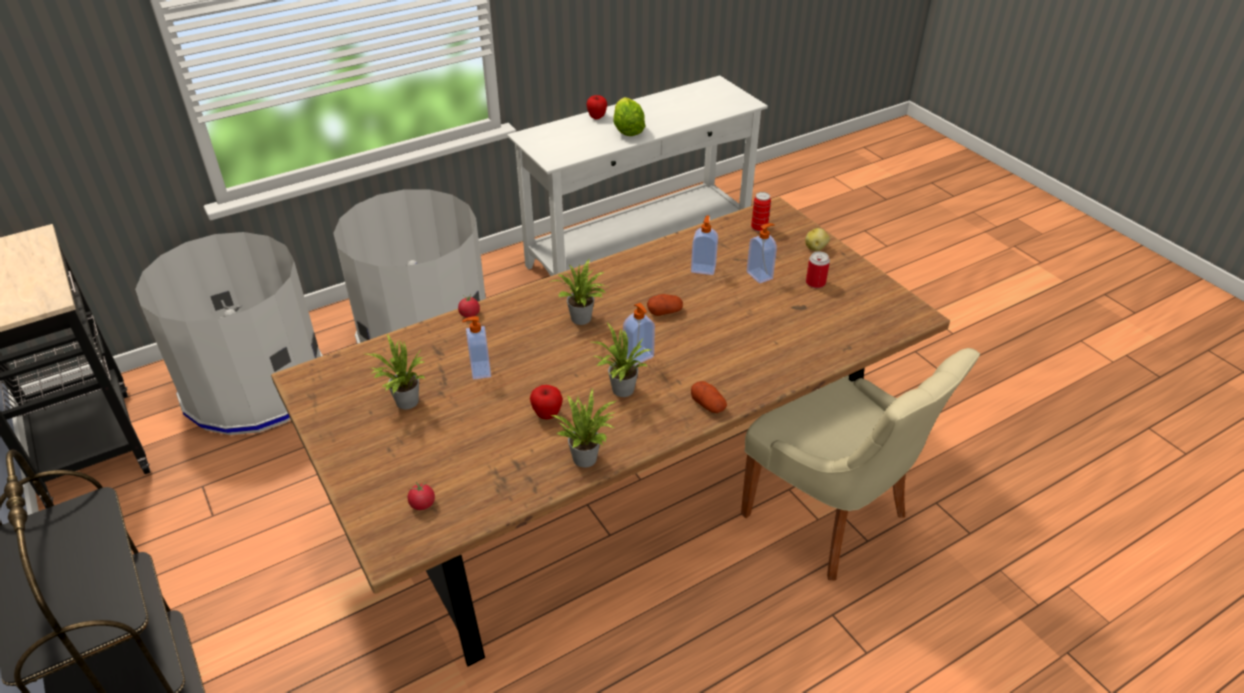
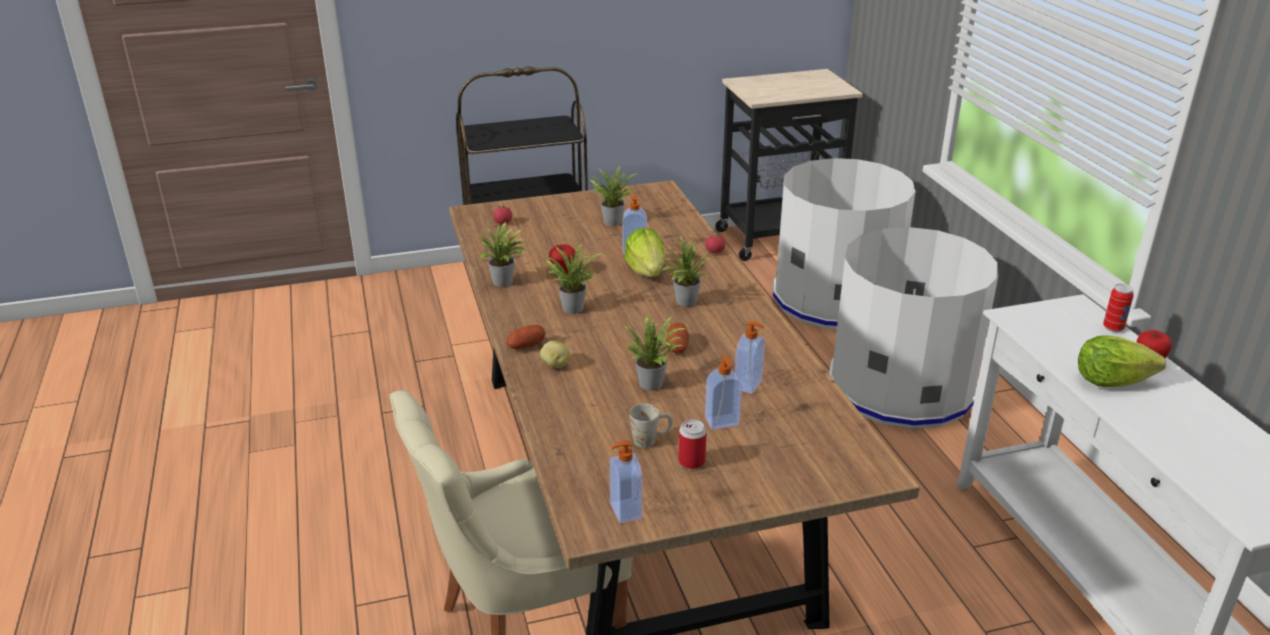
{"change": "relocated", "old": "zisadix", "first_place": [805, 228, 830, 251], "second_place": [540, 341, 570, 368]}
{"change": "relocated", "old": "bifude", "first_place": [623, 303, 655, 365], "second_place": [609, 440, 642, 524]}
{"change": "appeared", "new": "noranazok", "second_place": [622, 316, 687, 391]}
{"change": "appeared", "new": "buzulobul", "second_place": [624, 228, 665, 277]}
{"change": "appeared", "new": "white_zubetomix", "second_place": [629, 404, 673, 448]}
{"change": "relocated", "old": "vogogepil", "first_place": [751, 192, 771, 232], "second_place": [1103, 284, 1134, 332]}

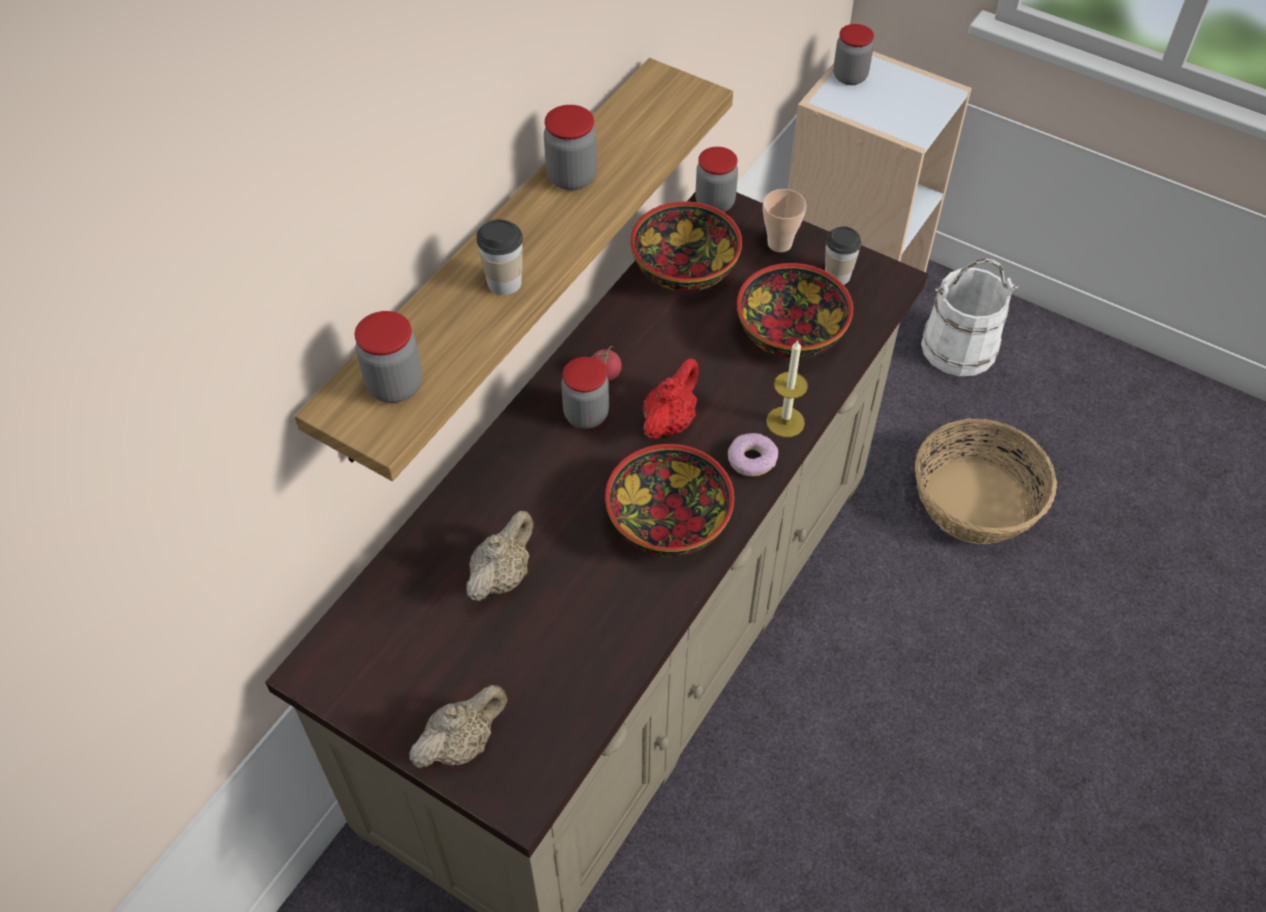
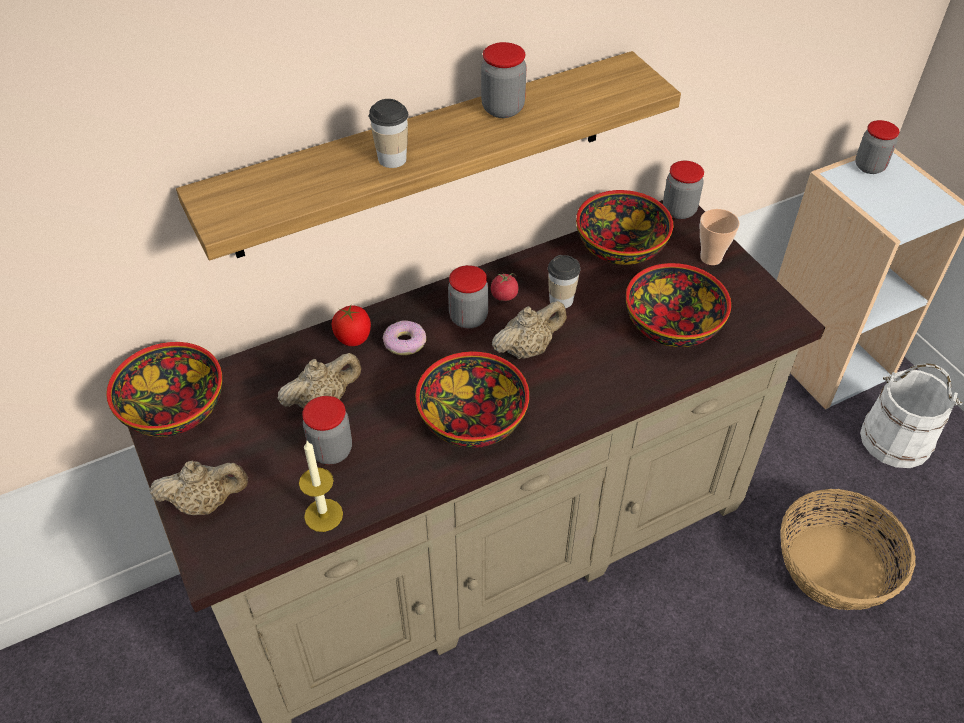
{"change": "appeared", "new": "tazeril", "second_place": [106, 342, 222, 437]}
{"change": "relocated", "old": "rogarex", "first_place": [766, 339, 808, 437], "second_place": [299, 441, 343, 532]}
{"change": "relocated", "old": "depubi", "first_place": [355, 311, 422, 403], "second_place": [302, 396, 352, 465]}
{"change": "appeared", "new": "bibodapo", "second_place": [332, 305, 371, 346]}
{"change": "relocated", "old": "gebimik", "first_place": [728, 433, 778, 477], "second_place": [383, 320, 426, 355]}
{"change": "colour", "old": "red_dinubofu", "new": "beige_dinubofu", "first_place": [643, 359, 699, 440], "second_place": [492, 301, 567, 359]}
{"change": "relocated", "old": "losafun", "first_place": [825, 226, 862, 285], "second_place": [548, 255, 580, 308]}

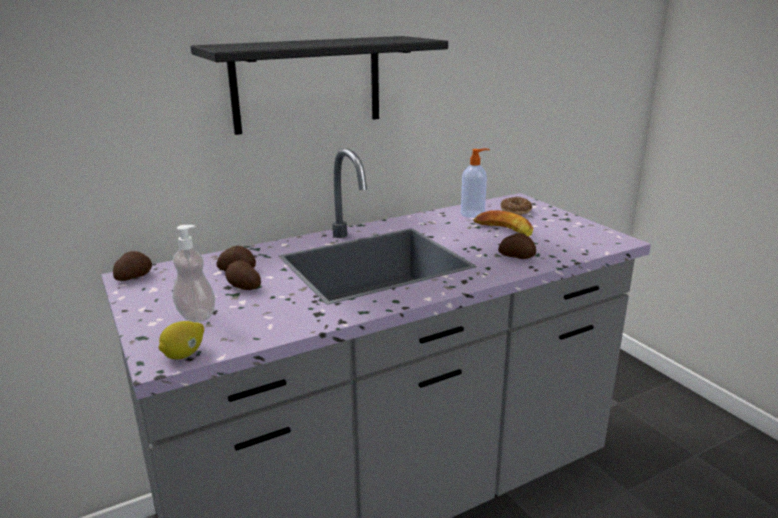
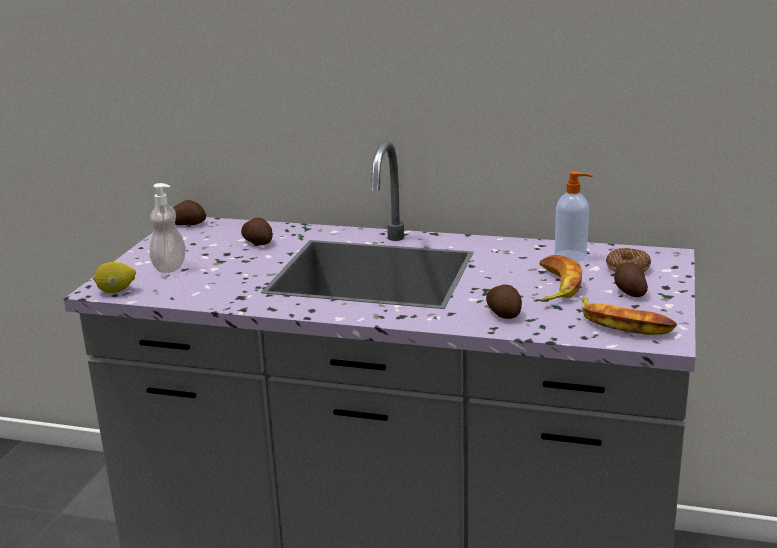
{"change": "appeared", "new": "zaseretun", "second_place": [582, 296, 677, 335]}
{"change": "relocated", "old": "zisadix", "first_place": [225, 260, 261, 290], "second_place": [614, 262, 648, 297]}
{"change": "missing", "old": "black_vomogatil", "first_place": [191, 36, 448, 135]}

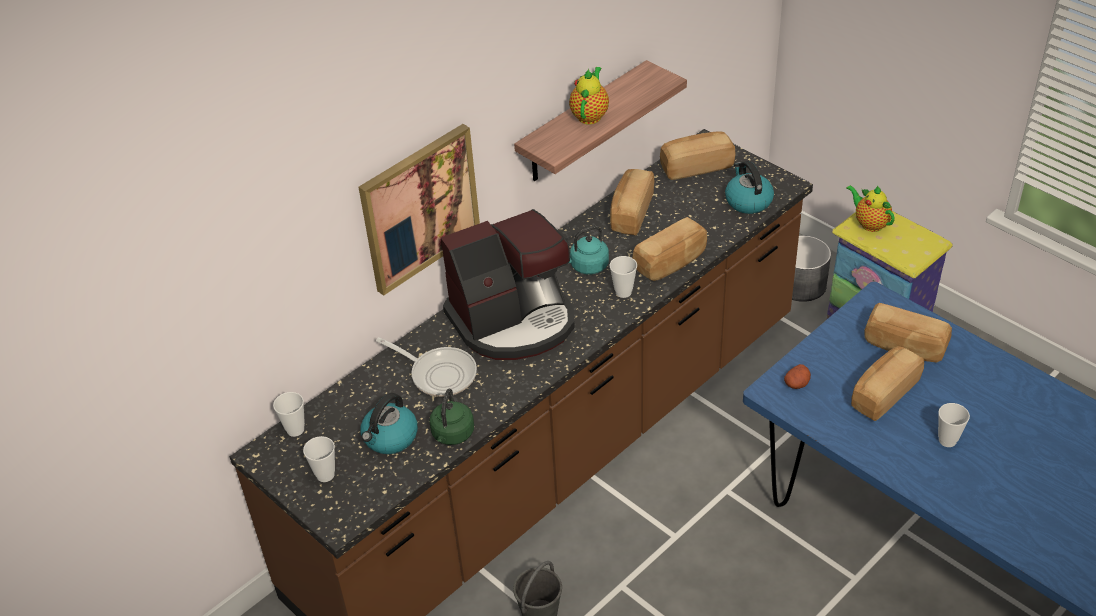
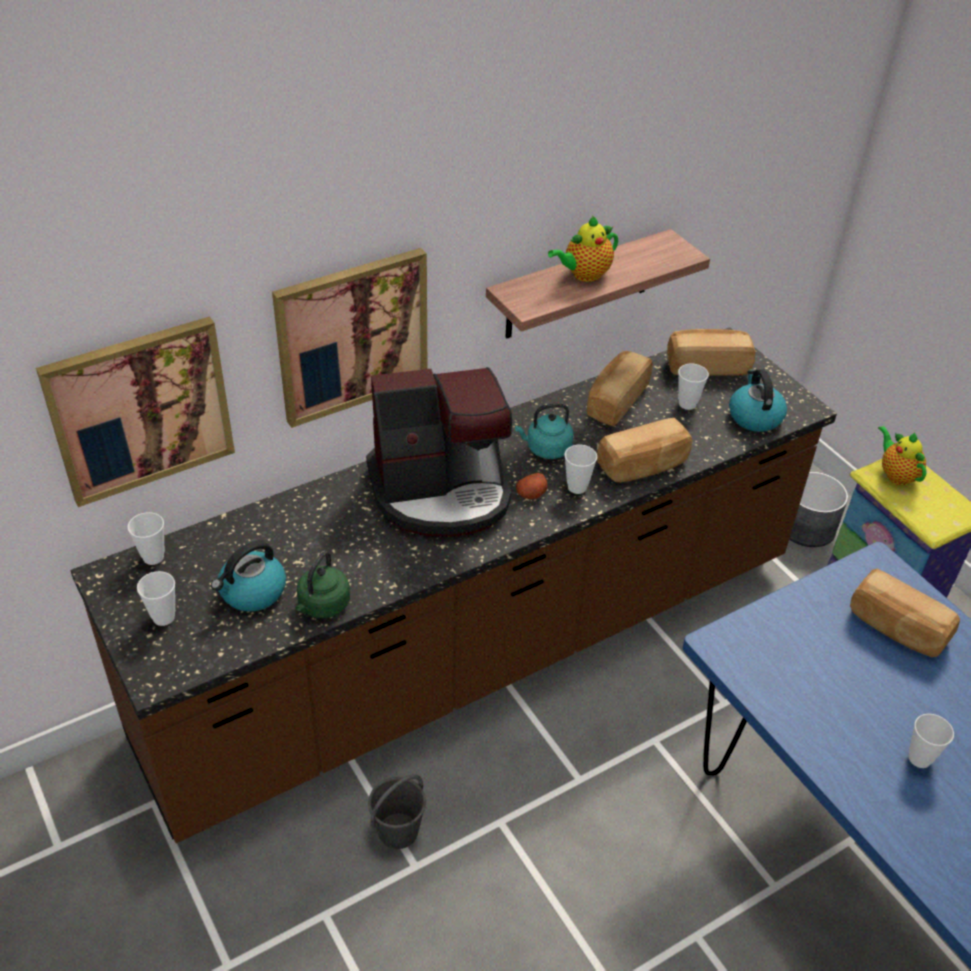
{"change": "appeared", "new": "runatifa", "second_place": [36, 316, 235, 507]}
{"change": "relocated", "old": "zisadix", "first_place": [784, 364, 811, 389], "second_place": [516, 473, 548, 499]}
{"change": "spun", "old": "dinubofu", "first_place": [569, 67, 609, 124], "second_place": [548, 216, 618, 282], "degrees": -150}
{"change": "appeared", "new": "losafun", "second_place": [678, 363, 709, 410]}
{"change": "missing", "old": "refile", "first_place": [376, 337, 477, 397]}
{"change": "missing", "old": "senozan", "first_place": [851, 346, 924, 421]}

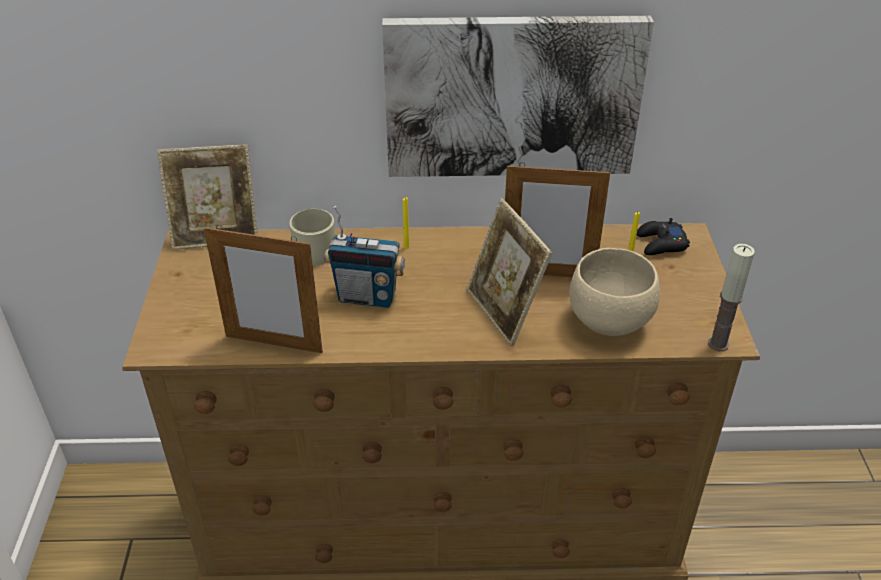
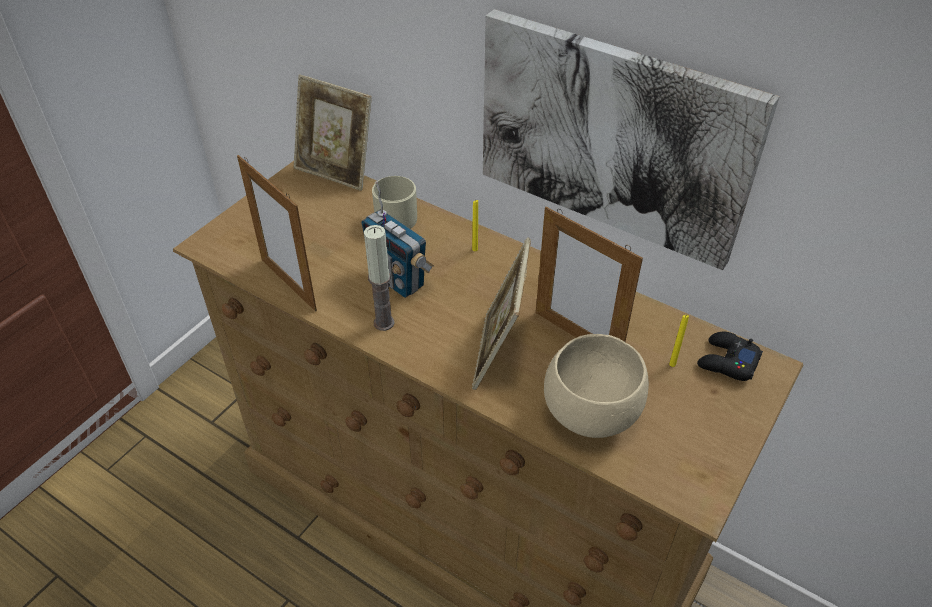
{"change": "relocated", "old": "rogarex", "first_place": [708, 244, 755, 351], "second_place": [364, 225, 395, 331]}

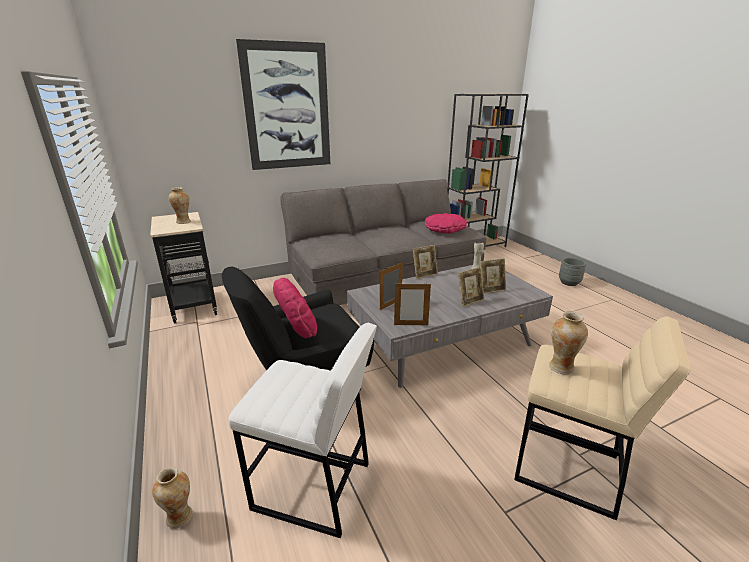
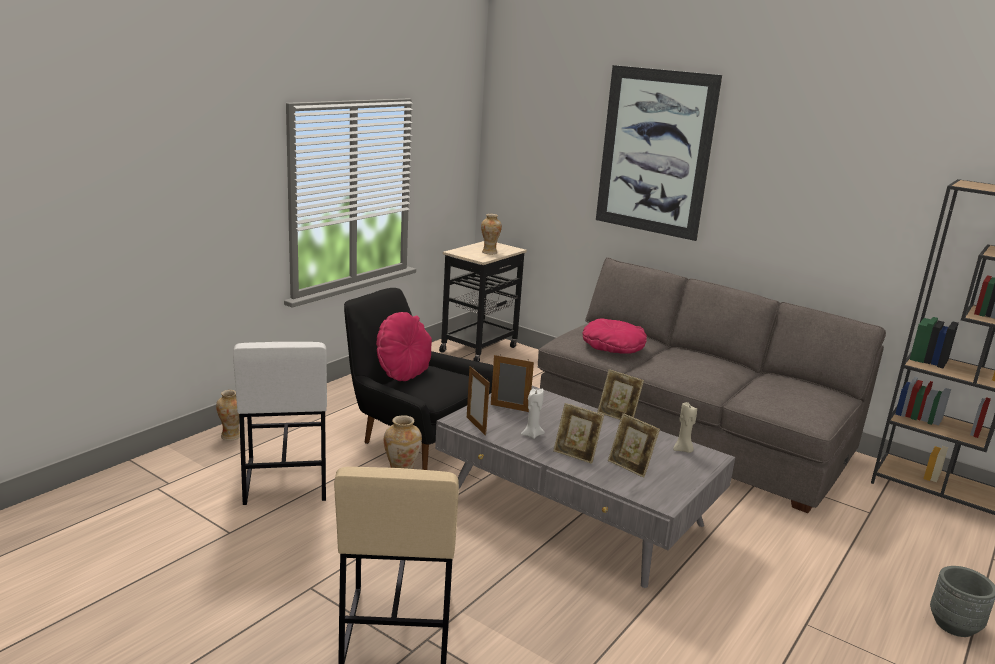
{"change": "appeared", "new": "white_rogarex", "second_place": [521, 388, 545, 439]}
{"change": "relocated", "old": "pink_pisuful", "first_place": [425, 213, 467, 234], "second_place": [582, 318, 647, 354]}

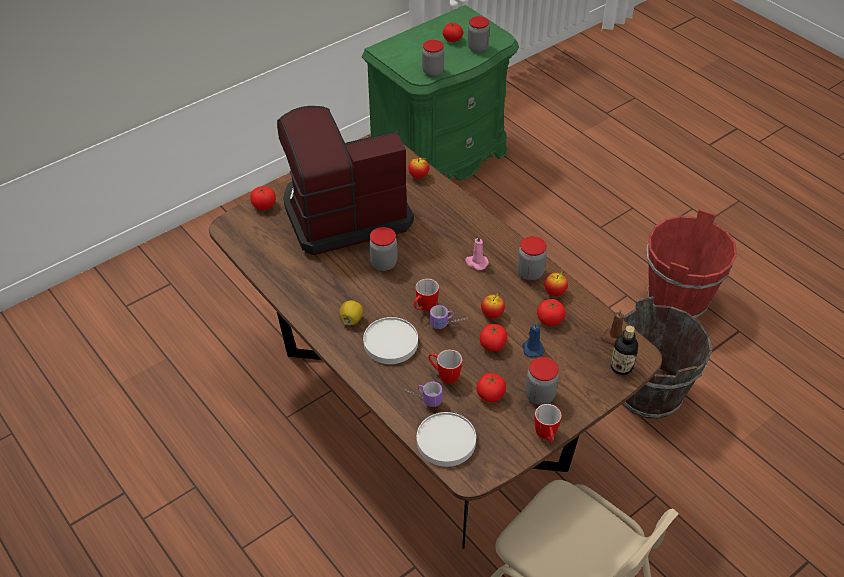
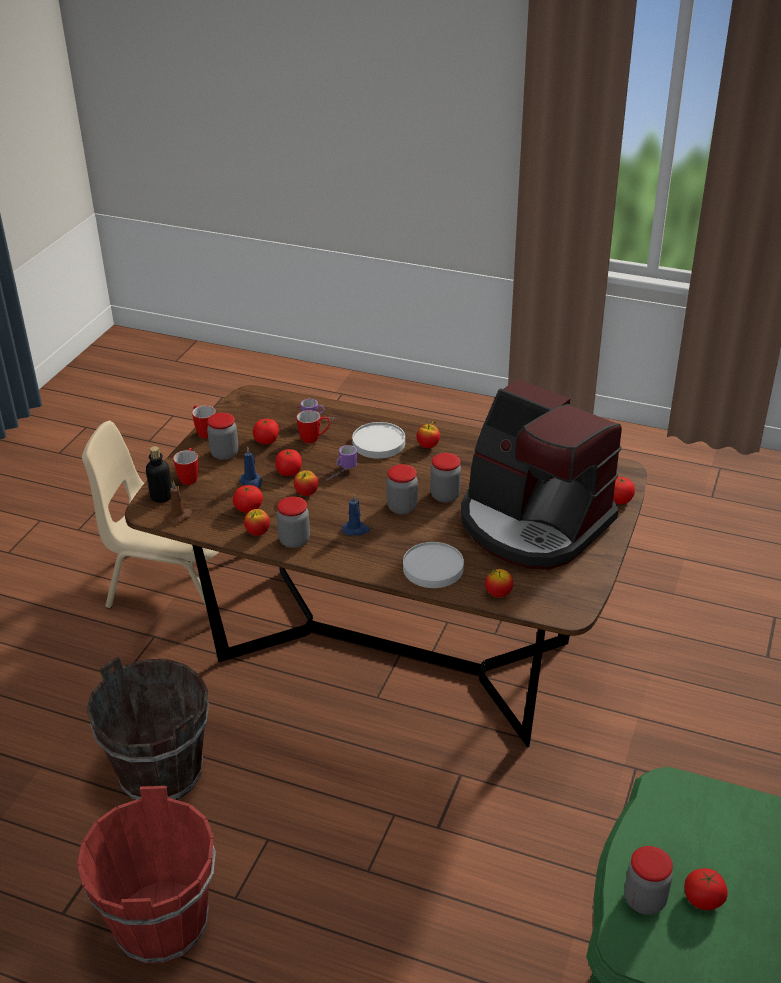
{"change": "relocated", "old": "zubetomix", "first_place": [414, 278, 439, 311], "second_place": [173, 448, 199, 485]}
{"change": "colour", "old": "pink_rogarex", "new": "blue_rogarex", "first_place": [465, 236, 489, 270], "second_place": [342, 494, 370, 536]}
{"change": "relocated", "old": "depubi", "first_place": [422, 40, 444, 77], "second_place": [387, 464, 418, 515]}
{"change": "relocated", "old": "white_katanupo", "first_place": [417, 412, 476, 467], "second_place": [403, 542, 464, 588]}
{"change": "exchanged", "old": "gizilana", "new": "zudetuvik", "first_place": [339, 300, 363, 325], "second_place": [416, 421, 440, 448]}
{"change": "spun", "old": "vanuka", "first_place": [277, 106, 414, 255], "second_place": [461, 379, 622, 570], "degrees": 90}

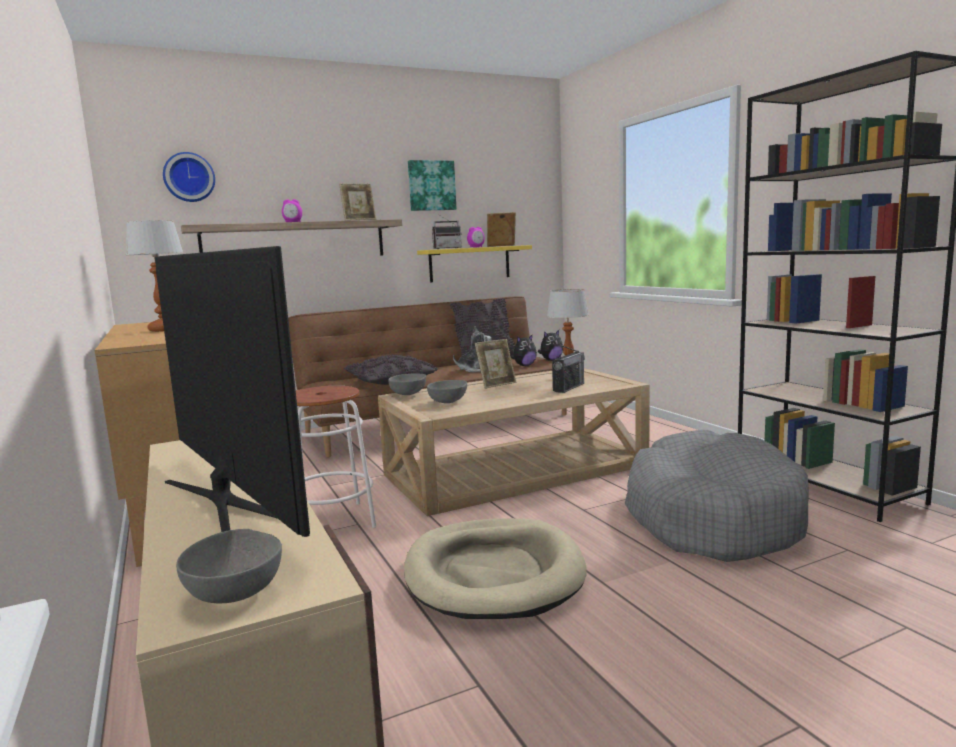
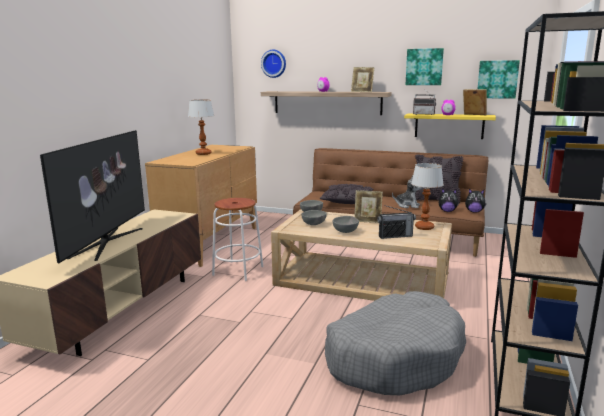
{"change": "relocated", "old": "grey_tazeril", "first_place": [176, 529, 282, 603], "second_place": [333, 216, 359, 233]}
{"change": "appeared", "new": "runatifa", "second_place": [478, 60, 520, 99]}
{"change": "missing", "old": "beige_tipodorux", "first_place": [404, 518, 587, 619]}

